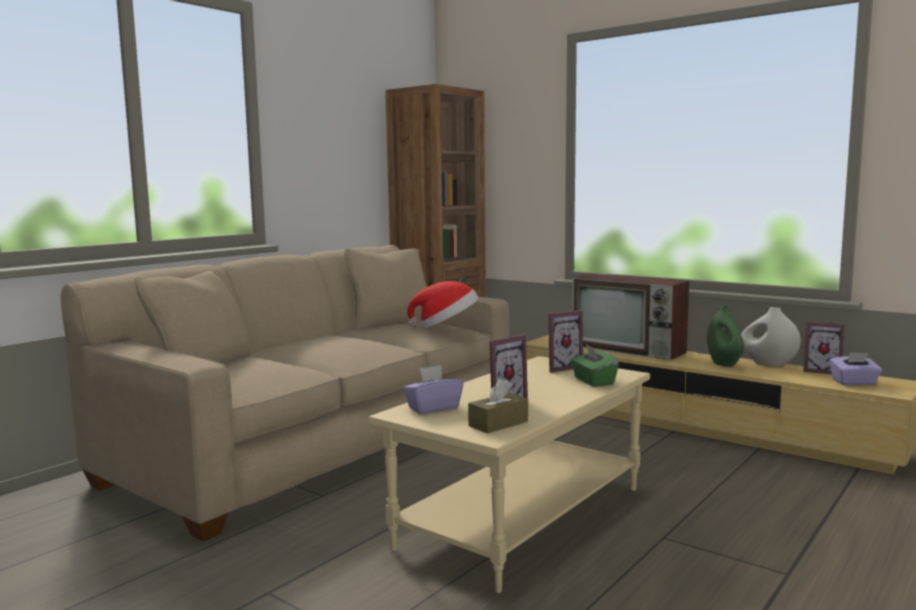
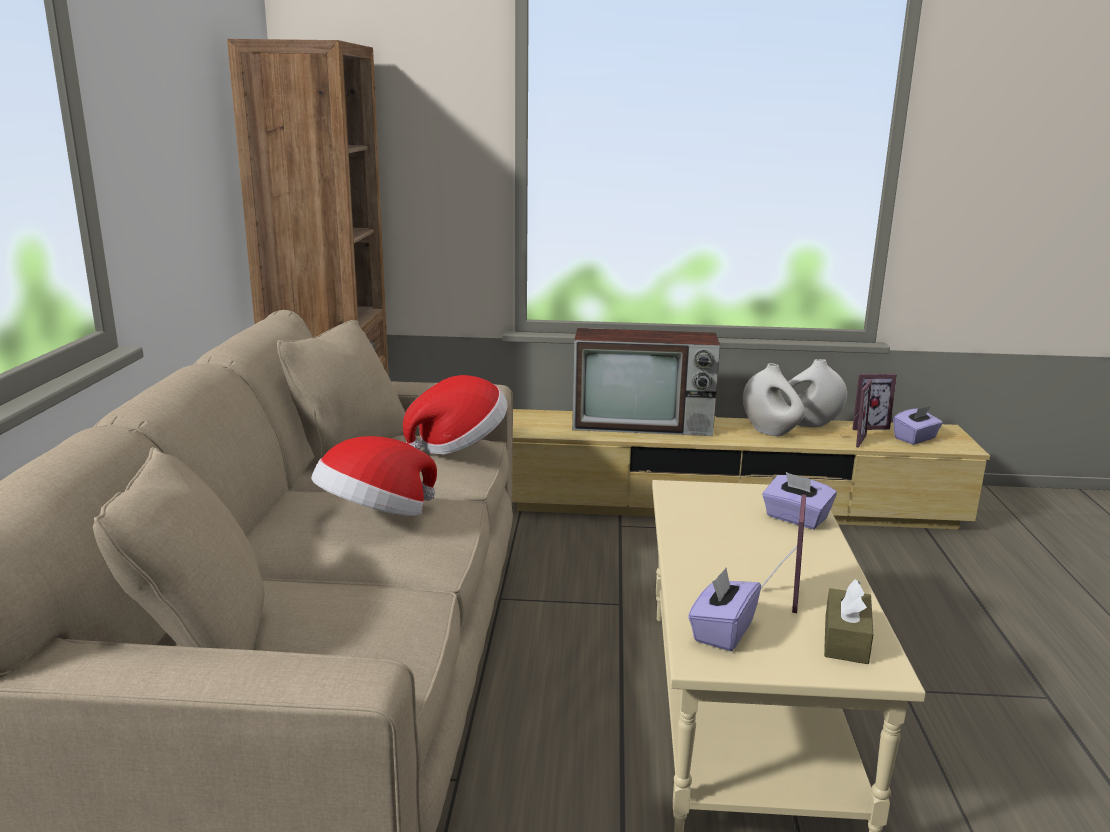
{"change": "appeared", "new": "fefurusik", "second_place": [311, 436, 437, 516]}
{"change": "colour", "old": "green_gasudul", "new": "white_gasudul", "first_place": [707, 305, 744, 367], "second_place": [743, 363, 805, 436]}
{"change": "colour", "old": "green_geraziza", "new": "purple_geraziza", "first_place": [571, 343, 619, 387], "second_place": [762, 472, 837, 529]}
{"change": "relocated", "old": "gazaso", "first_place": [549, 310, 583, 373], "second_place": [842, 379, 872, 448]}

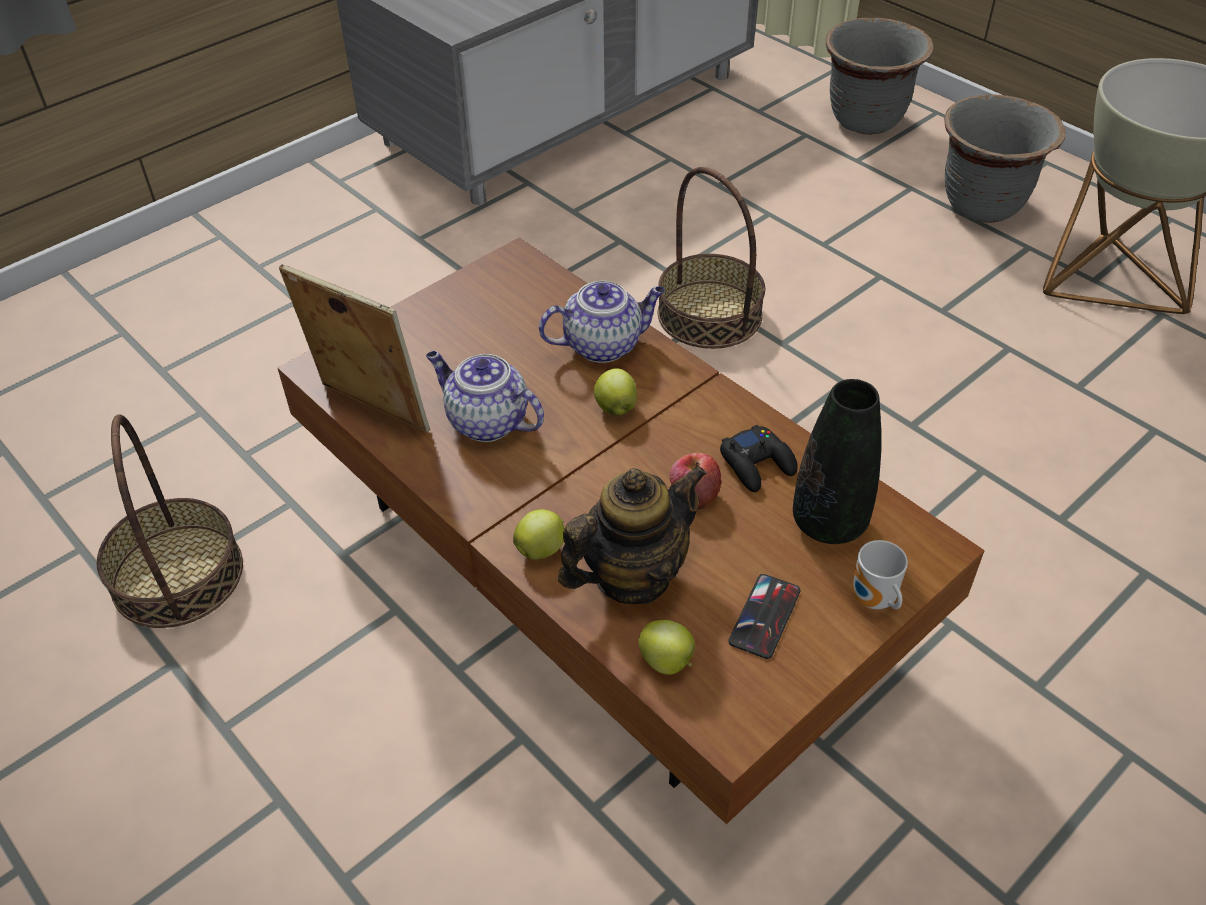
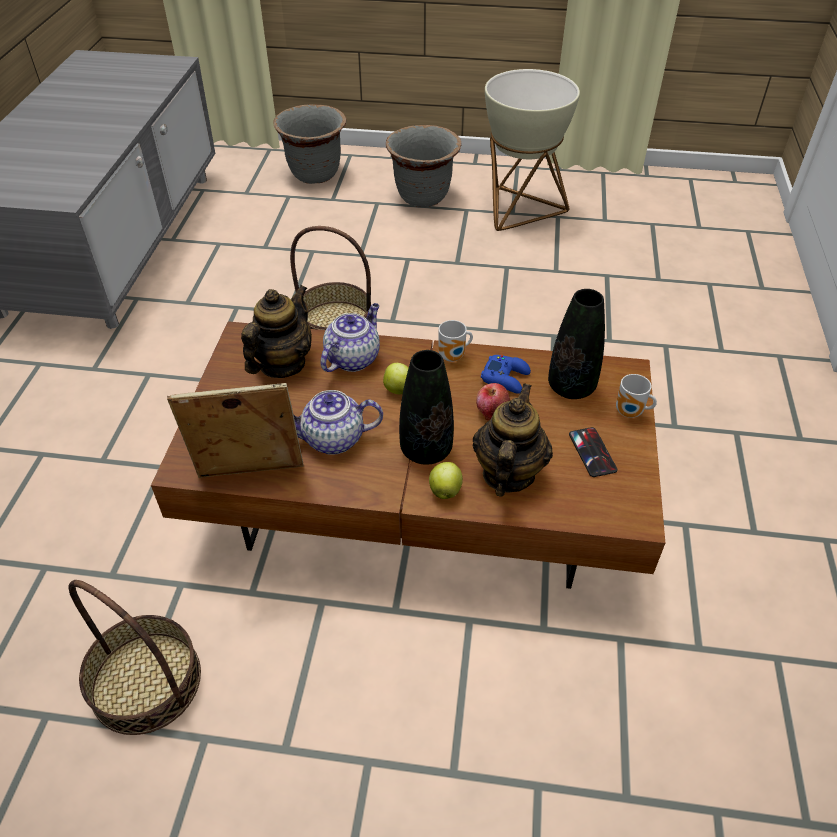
{"change": "appeared", "new": "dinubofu", "second_place": [241, 285, 312, 378]}
{"change": "appeared", "new": "black_gasudul", "second_place": [399, 350, 454, 465]}
{"change": "appeared", "new": "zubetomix", "second_place": [438, 320, 473, 362]}
{"change": "colour", "old": "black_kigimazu", "new": "blue_kigimazu", "first_place": [720, 425, 798, 492], "second_place": [481, 355, 531, 394]}
{"change": "missing", "old": "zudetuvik", "first_place": [638, 620, 695, 675]}

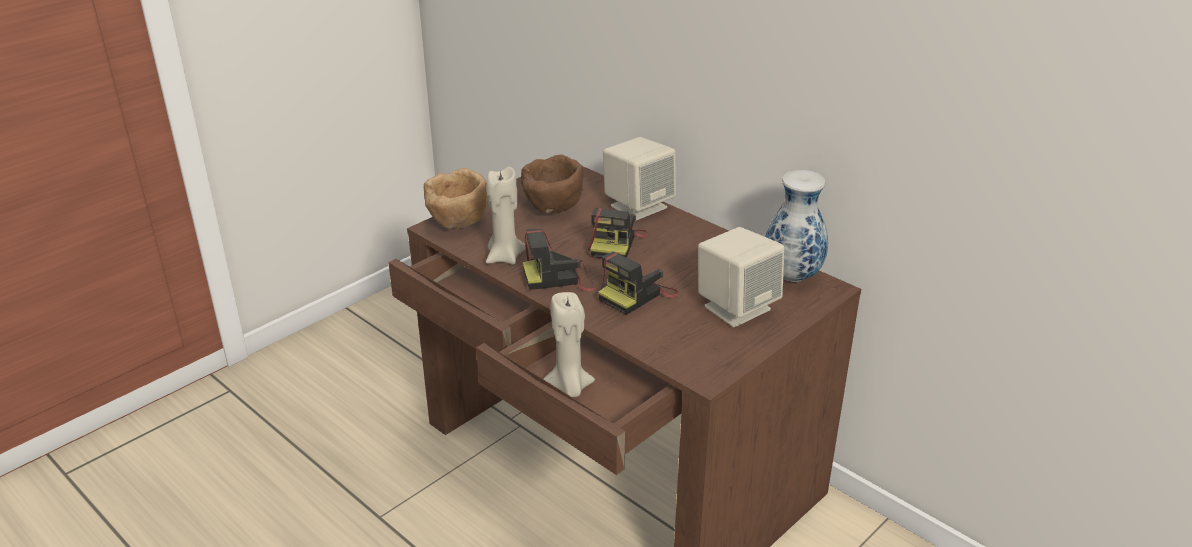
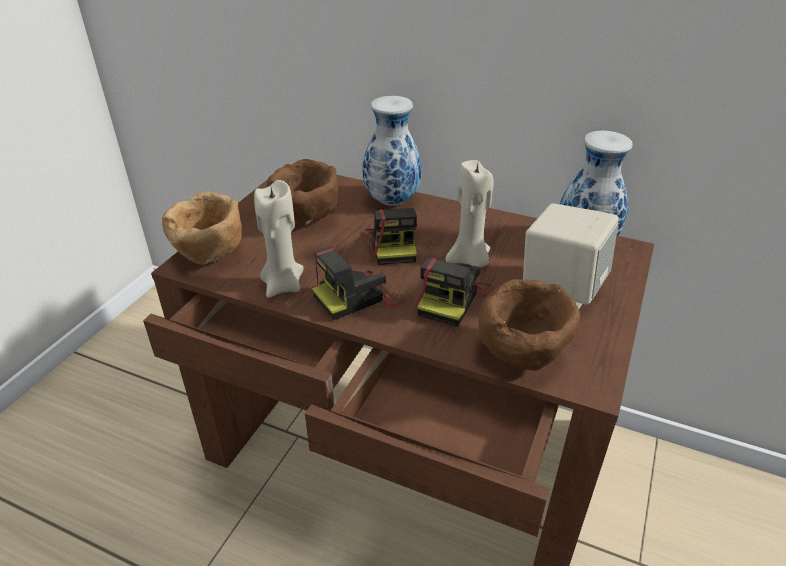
{"change": "exchanged", "old": "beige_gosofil", "new": "gasudul", "first_place": [603, 137, 676, 220], "second_place": [362, 96, 422, 206]}
{"change": "relocated", "old": "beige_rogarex", "first_place": [544, 292, 595, 397], "second_place": [446, 160, 494, 267]}
{"change": "appeared", "new": "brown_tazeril", "second_place": [479, 279, 580, 370]}

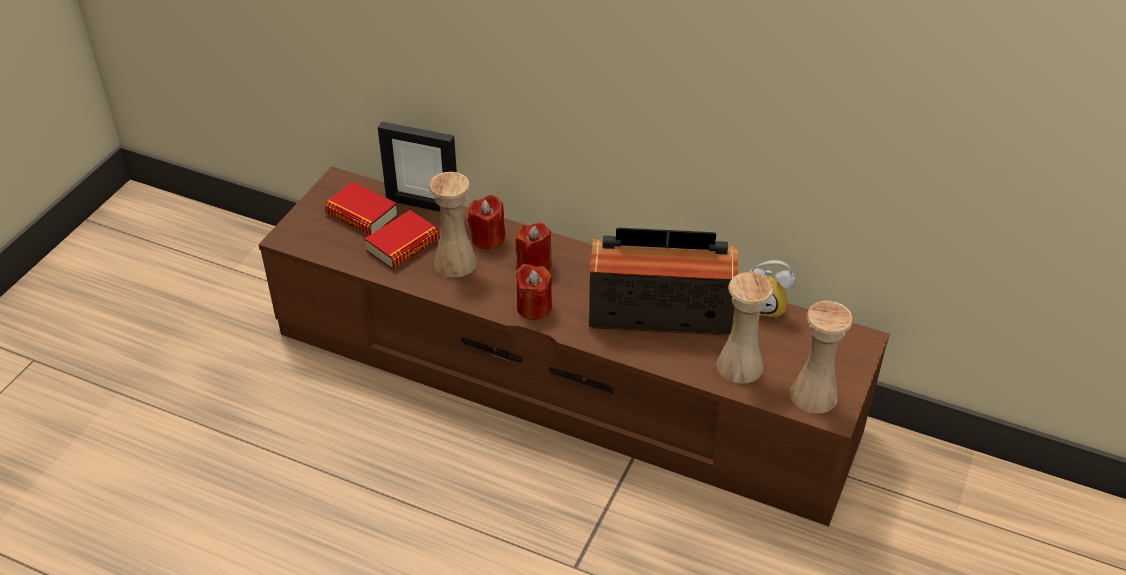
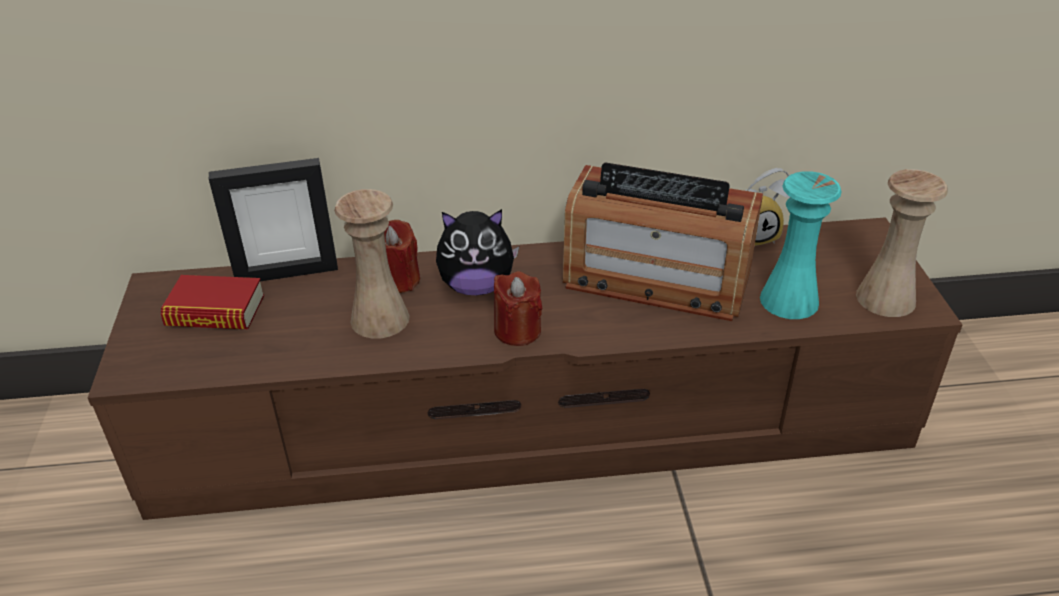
{"change": "exchanged", "old": "red_rogarex", "new": "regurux", "first_place": [516, 222, 552, 271], "second_place": [436, 209, 519, 295]}
{"change": "spun", "old": "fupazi", "first_place": [589, 228, 738, 336], "second_place": [563, 163, 763, 321], "degrees": -135}
{"change": "colour", "old": "beige_gasudul", "new": "turquoise_gasudul", "first_place": [716, 272, 774, 383], "second_place": [760, 171, 842, 319]}
{"change": "missing", "old": "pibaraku", "first_place": [365, 210, 440, 269]}

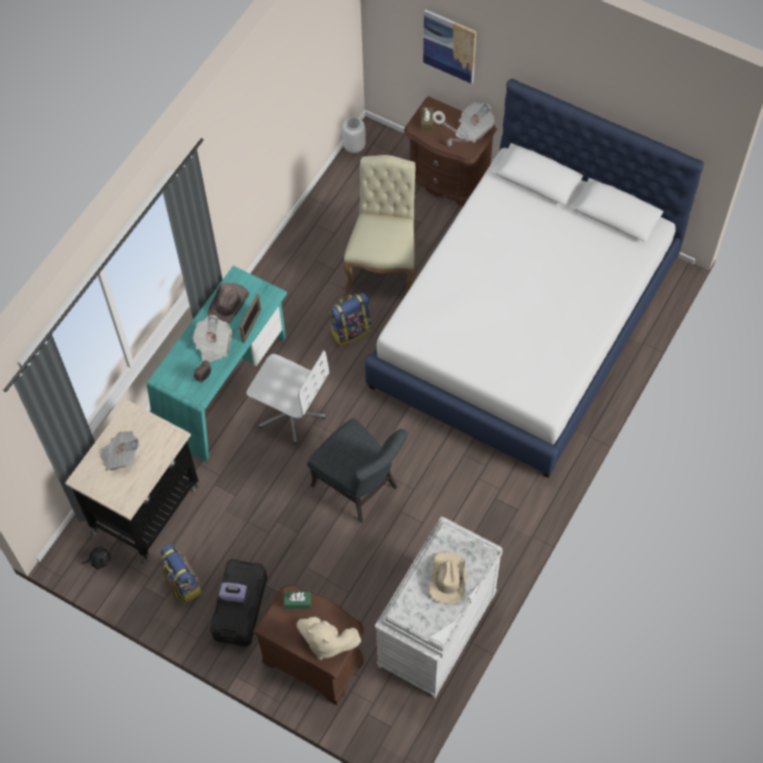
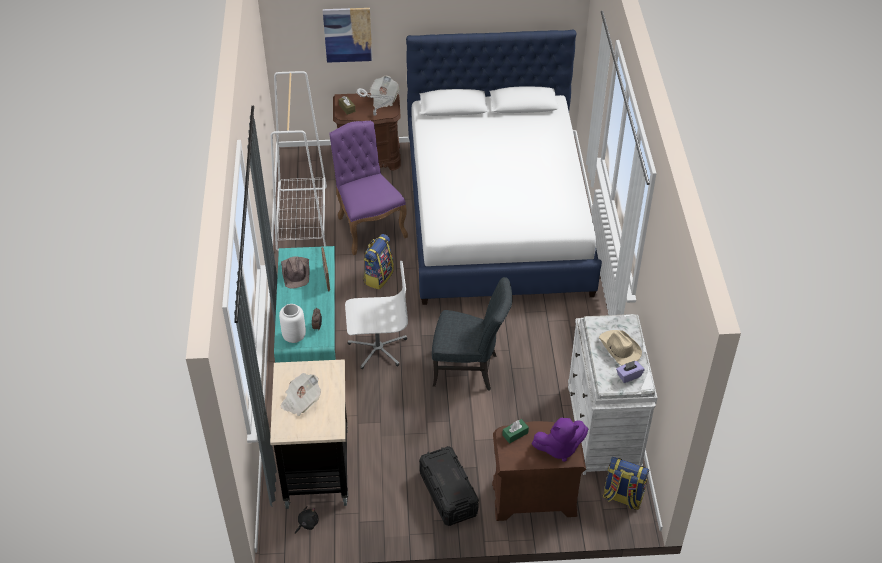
{"change": "appeared", "new": "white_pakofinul", "second_place": [271, 71, 327, 251]}
{"change": "relocated", "old": "white_gasudul", "first_place": [342, 117, 366, 153], "second_place": [279, 304, 306, 343]}
{"change": "colour", "old": "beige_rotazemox", "new": "purple_rotazemox", "first_place": [344, 155, 416, 292], "second_place": [329, 121, 408, 255]}
{"change": "colour", "old": "beige_regurux", "new": "purple_regurux", "first_place": [296, 617, 361, 660], "second_place": [532, 418, 588, 462]}
{"change": "relocated", "old": "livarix", "first_place": [159, 544, 202, 604], "second_place": [603, 457, 650, 510]}
{"change": "relocated", "old": "purple_geraziza", "first_place": [219, 583, 247, 602], "second_place": [616, 361, 645, 383]}
{"change": "missing", "old": "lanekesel", "first_place": [192, 315, 232, 363]}

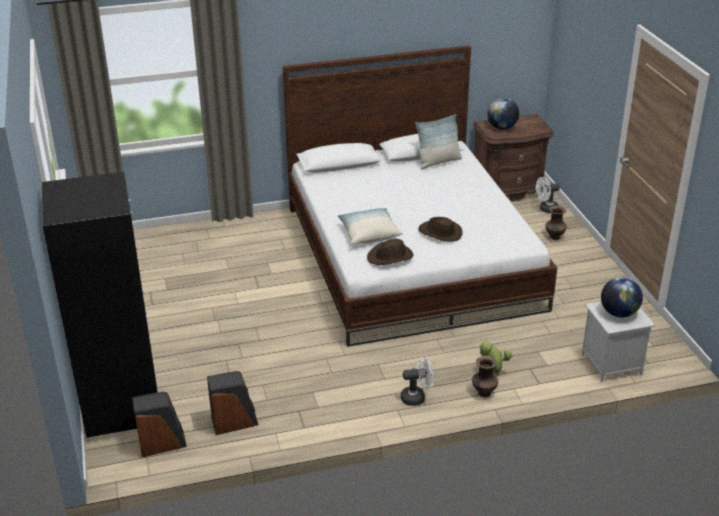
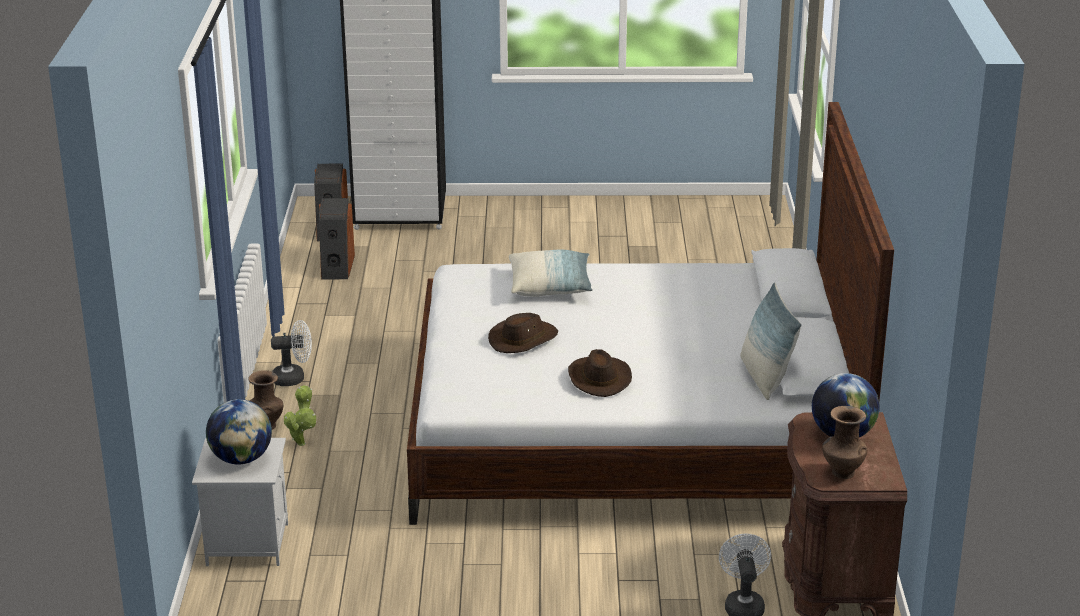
{"change": "spun", "old": "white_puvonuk", "first_place": [401, 357, 434, 406], "second_place": [271, 320, 312, 386], "degrees": -105}
{"change": "relocated", "old": "brown_fefurusik", "first_place": [367, 239, 414, 265], "second_place": [568, 349, 632, 397]}
{"change": "relocated", "old": "brown_gasudul", "first_place": [545, 206, 567, 240], "second_place": [822, 406, 867, 479]}

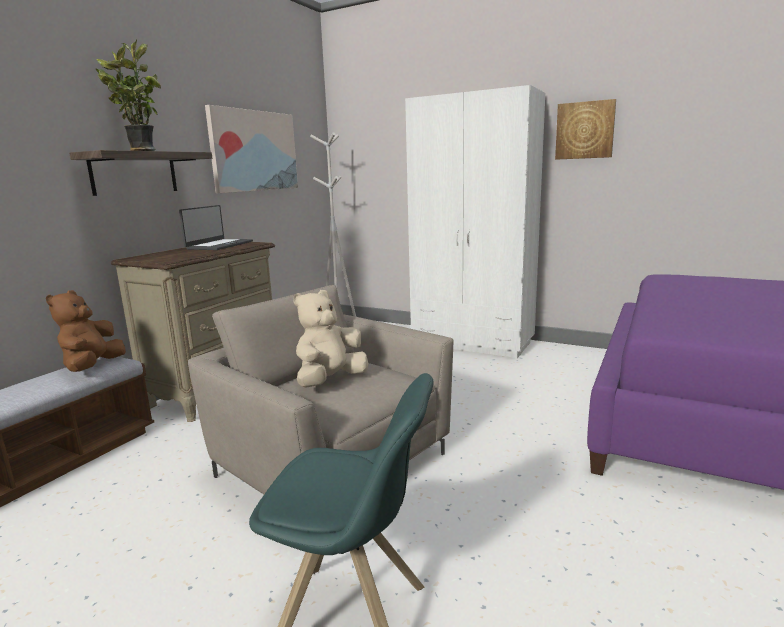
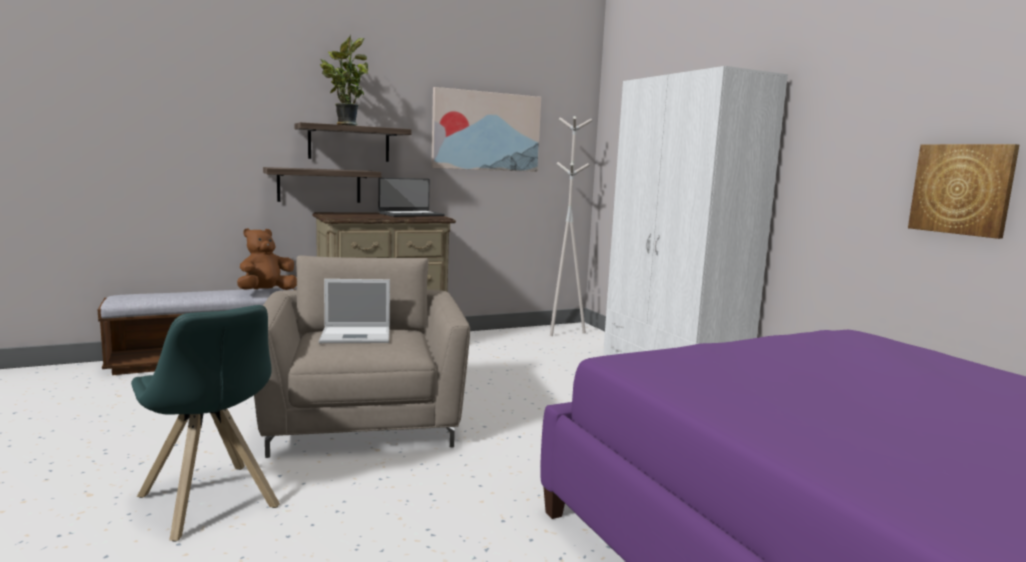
{"change": "appeared", "new": "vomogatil", "second_place": [263, 167, 381, 203]}
{"change": "exchanged", "old": "beige_regurux", "new": "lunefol", "first_place": [293, 290, 368, 388], "second_place": [319, 279, 390, 343]}
{"change": "relocated", "old": "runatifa", "first_place": [555, 99, 616, 160], "second_place": [908, 144, 1019, 239]}

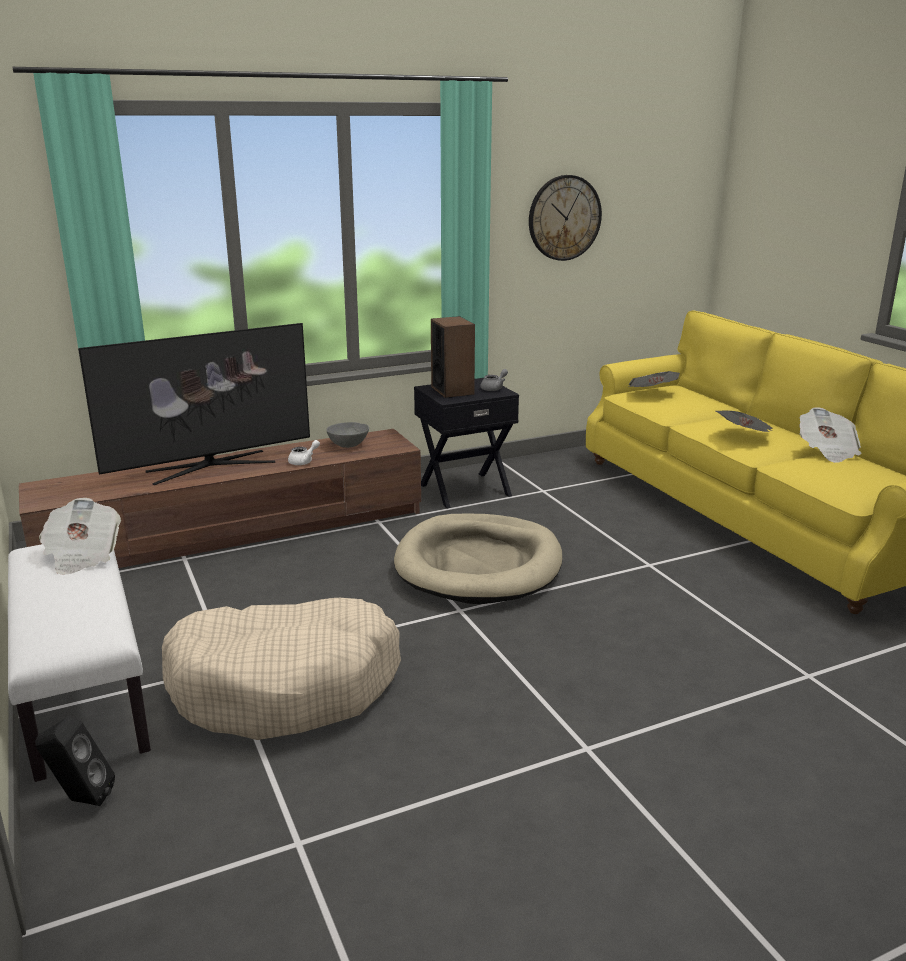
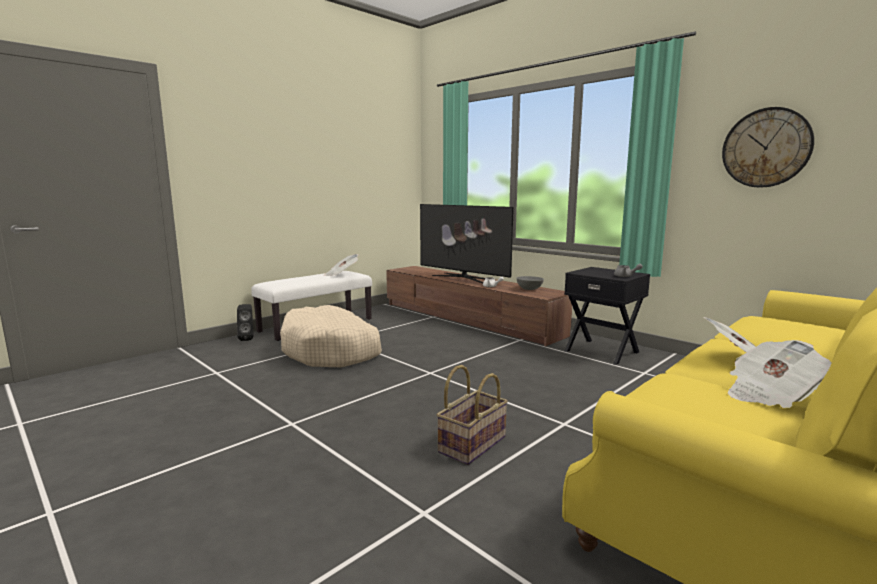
{"change": "appeared", "new": "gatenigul", "second_place": [436, 365, 508, 465]}
{"change": "missing", "old": "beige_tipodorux", "first_place": [394, 514, 563, 604]}
{"change": "missing", "old": "gosofil", "first_place": [431, 316, 475, 398]}
{"change": "missing", "old": "lanekesel", "first_place": [629, 371, 680, 387]}

